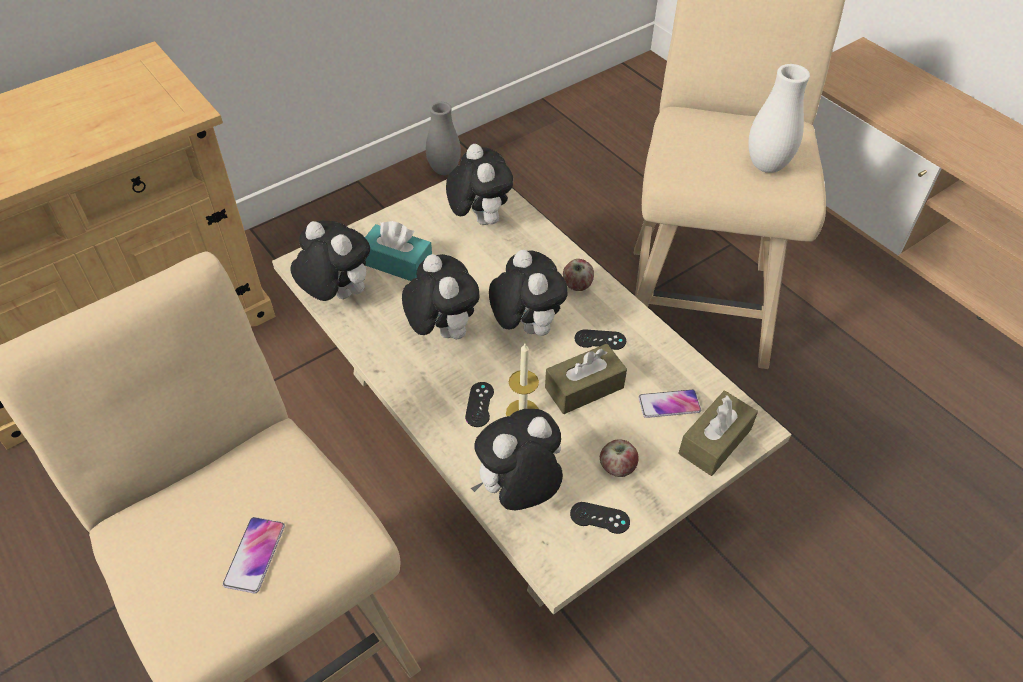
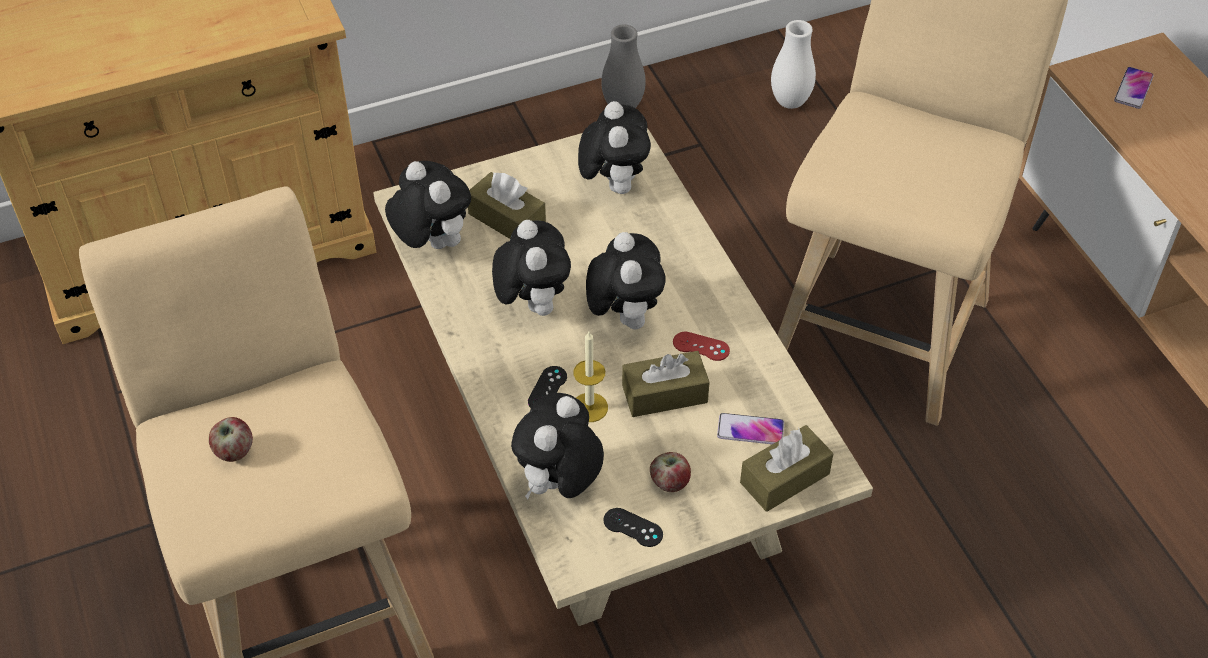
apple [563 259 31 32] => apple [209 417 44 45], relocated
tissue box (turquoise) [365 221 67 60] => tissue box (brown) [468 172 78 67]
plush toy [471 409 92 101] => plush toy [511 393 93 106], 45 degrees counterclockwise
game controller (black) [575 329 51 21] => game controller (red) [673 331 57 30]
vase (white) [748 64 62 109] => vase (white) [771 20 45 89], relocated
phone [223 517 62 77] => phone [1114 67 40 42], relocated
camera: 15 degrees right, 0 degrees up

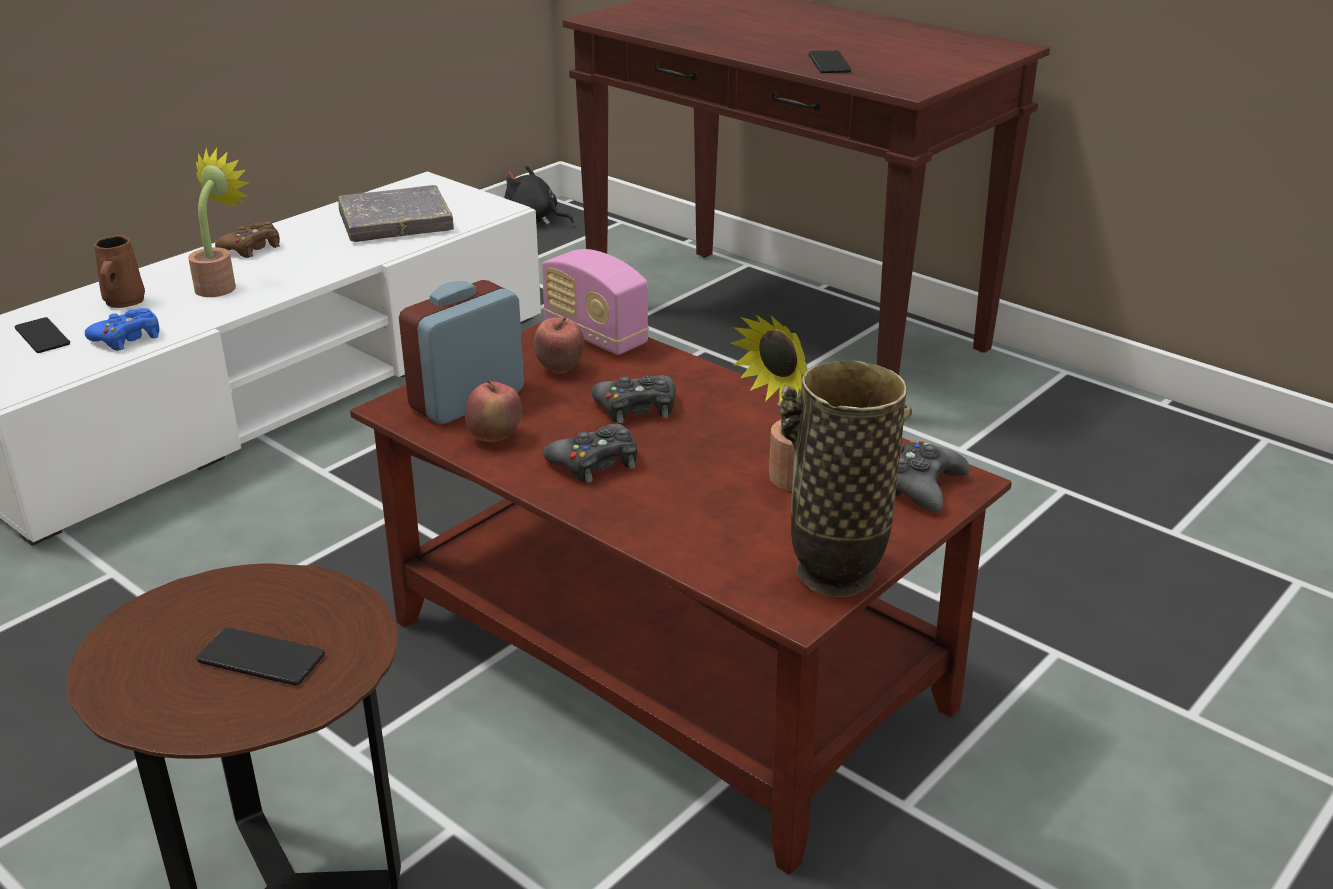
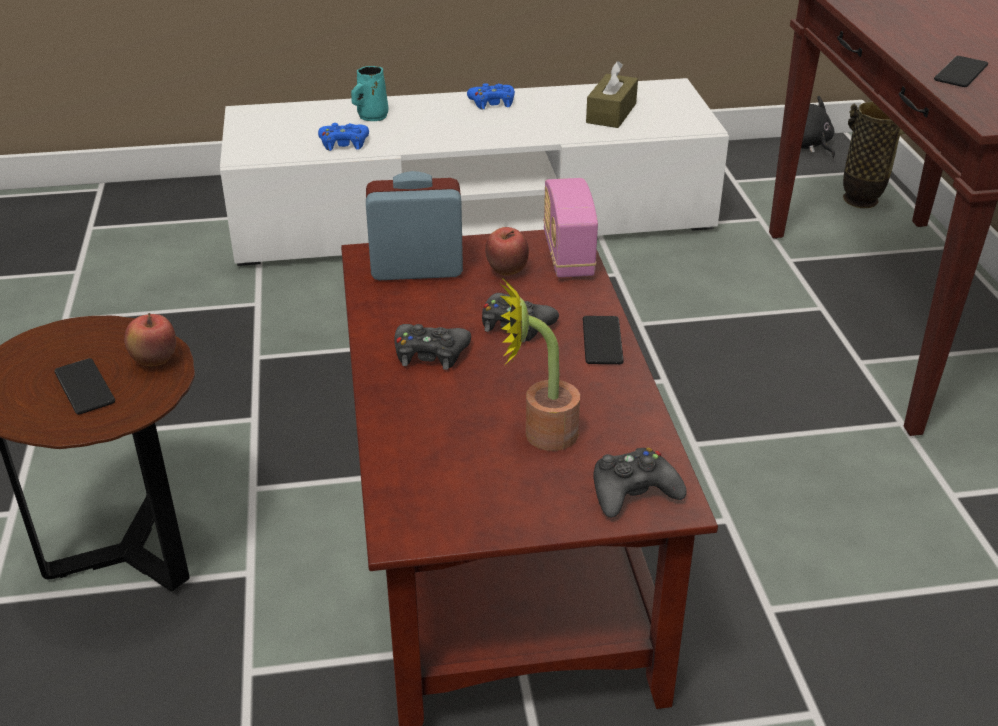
apple [465 380 57 62] => apple [124 313 52 53], relocated
mug (brown) [94 235 51 73] => mug (turquoise) [351 66 37 55]
game controller (brown) [215 221 65 37] => game controller (blue) [467 83 48 26]
phone [15 317 55 36] => phone [583 316 41 48], relocated
book (grey) [338 185 116 57] => tissue box (brown) [586 61 52 67]
vase [778 361 134 236] => vase [843 102 62 106], relocated
potted plant [188 148 61 149] => nothing
camera: 40 degrees right, 5 degrees up

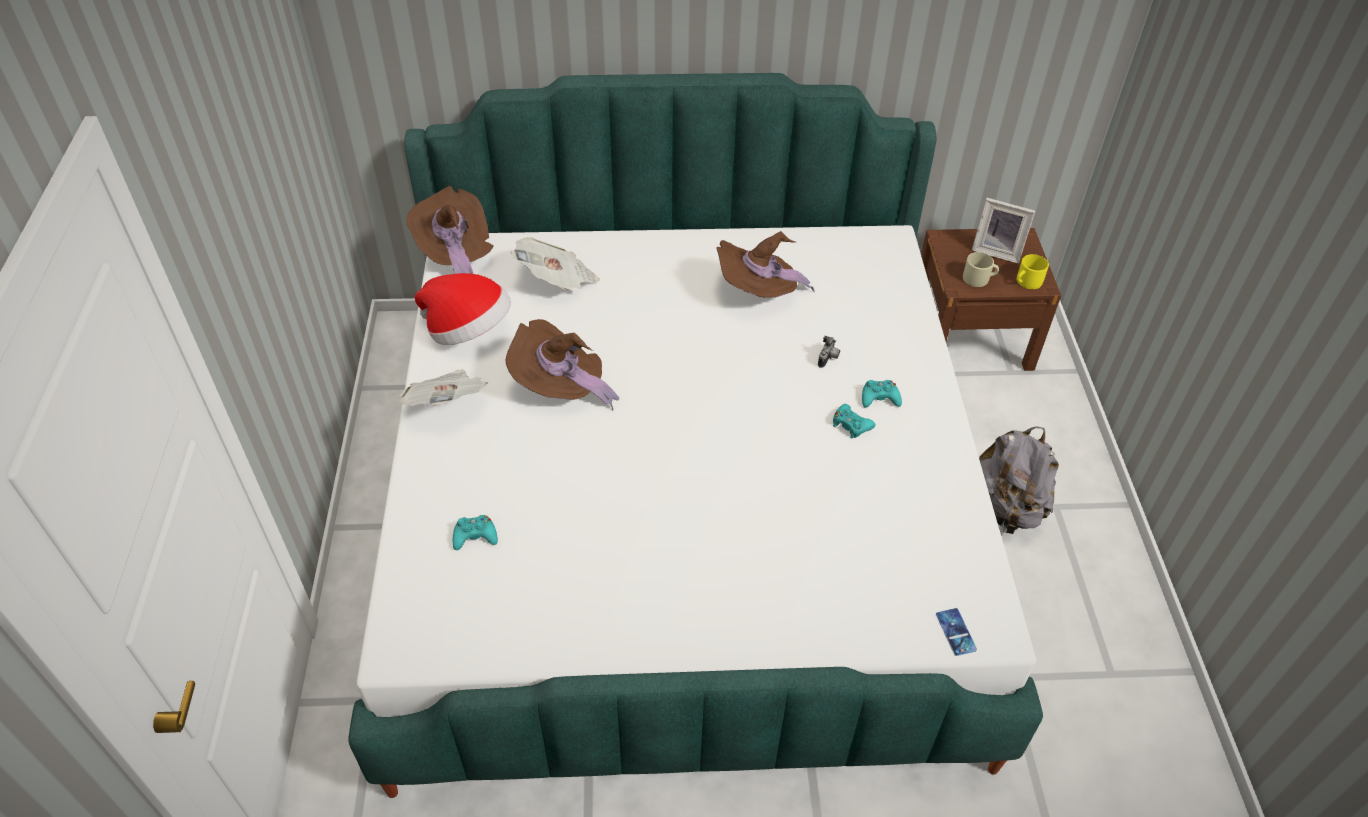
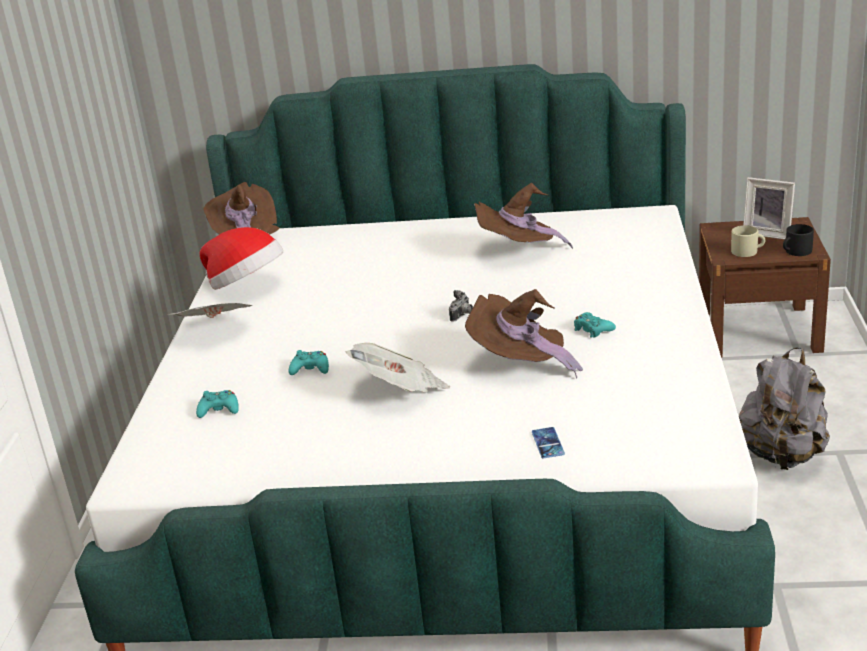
game controller (turquoise) [862 380 40 27] => game controller (turquoise) [289 350 40 25], relocated
newspaper [511 237 89 53] => newspaper [346 343 105 50], relocated
photo camera [818 336 22 32] => photo camera [449 290 24 32], relocated
hat (brown) [505 319 115 92] => hat (brown) [465 289 118 90], relocated
phone [936 608 41 48] => phone [532 427 33 31], relocated
mug (yellow) [1016 254 33 35] => mug (black) [783 224 31 32]
camera: 10 degrees right, 20 degrees down

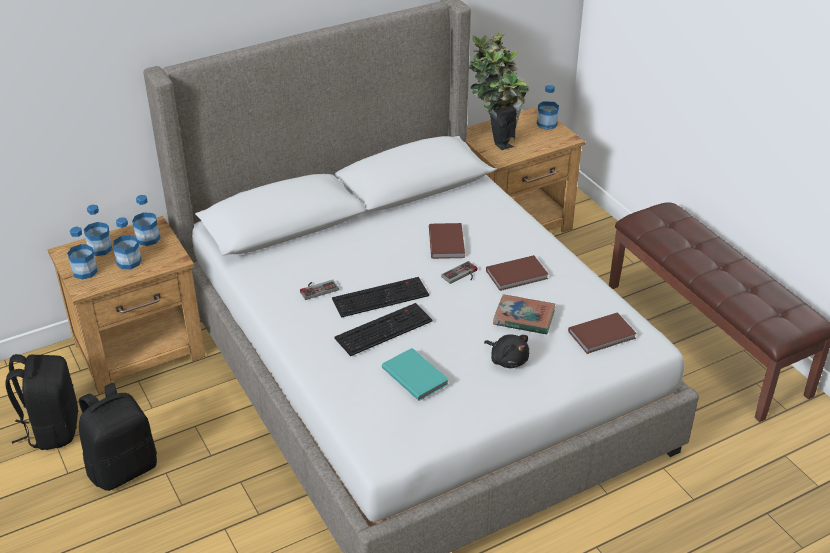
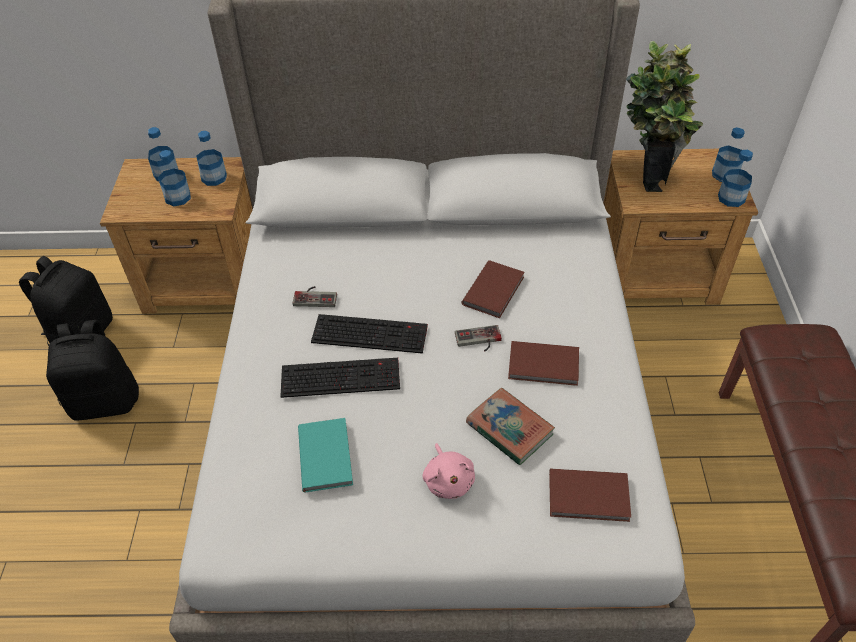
plush toy (black) [484 334 45 34] => plush toy (pink) [423 443 52 56]
bottle [67 227 31 52] => bottle [718 150 35 57], relocated
camera: 30 degrees right, 10 degrees up

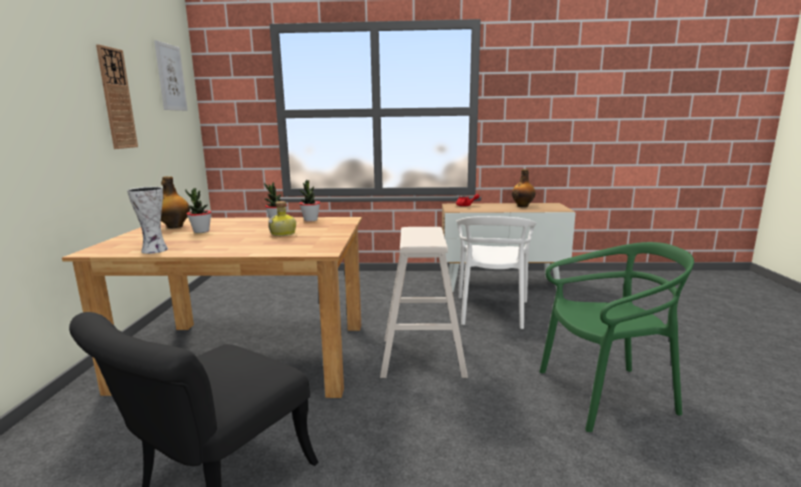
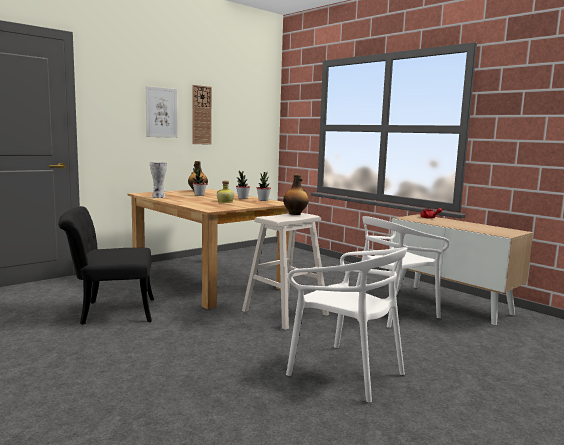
picture [154 40 34 71] => picture [146 86 31 52], relocated
bottle [512 169 24 38] => bottle [283 174 26 41], relocated
chair (green) [539 242 155 190] => chair (white) [286 247 121 156]
camera: 45 degrees right, 5 degrees down

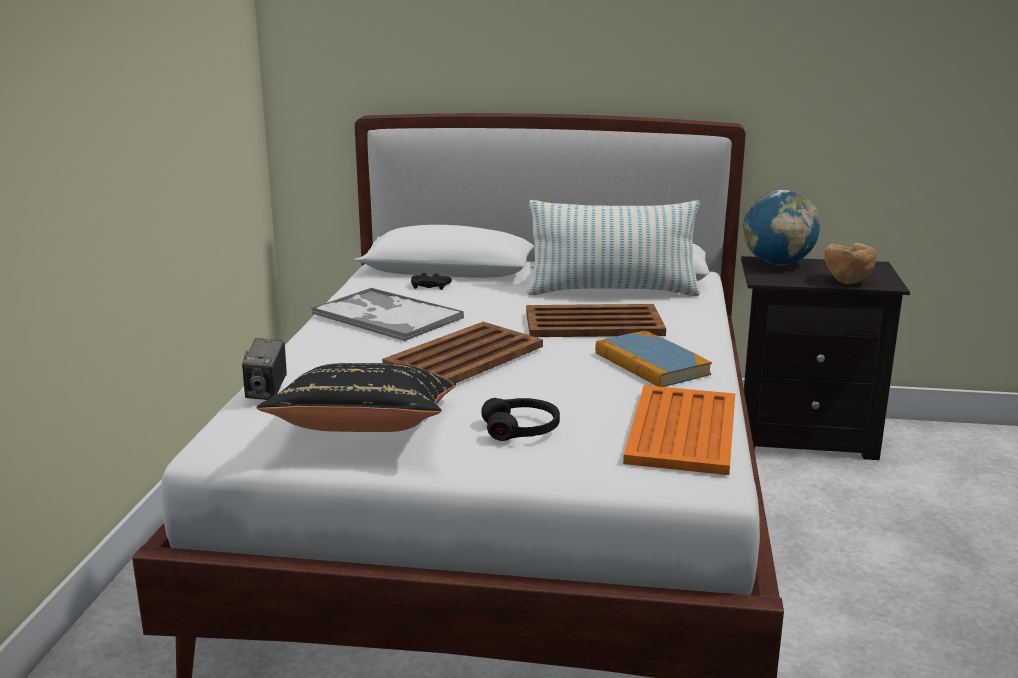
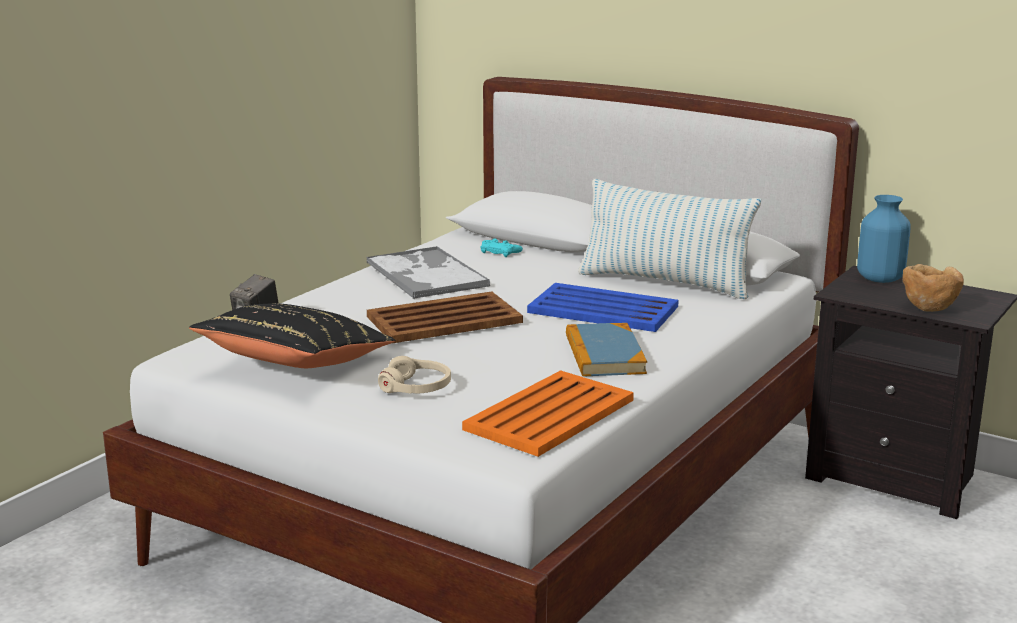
headphones (black) [481 398 79 43] => headphones (beige) [378 356 73 38]
game controller (black) [411 273 41 17] => game controller (turquoise) [480 239 43 18]
tray (brown) [526 304 140 33] => tray (blue) [527 283 152 49]
globe [743 190 77 75] => vase (blue) [857 195 54 88]
camera: 25 degrees right, 0 degrees up

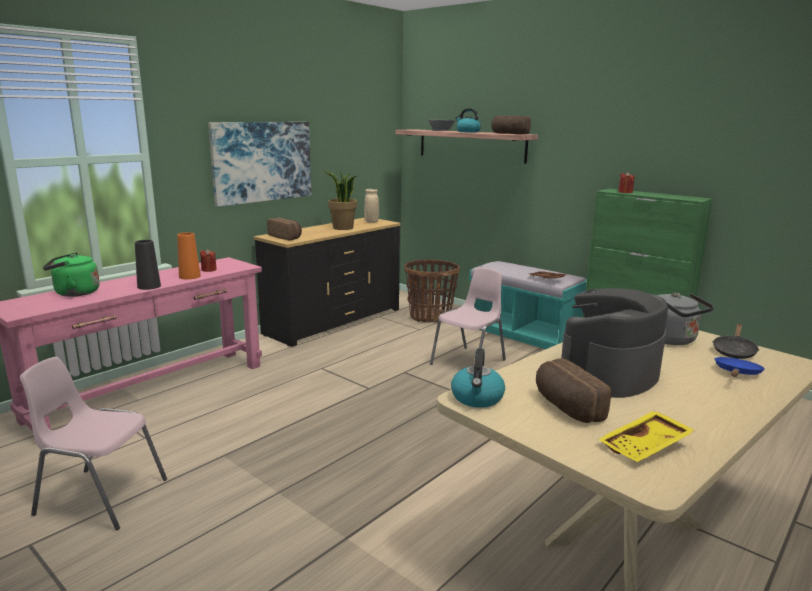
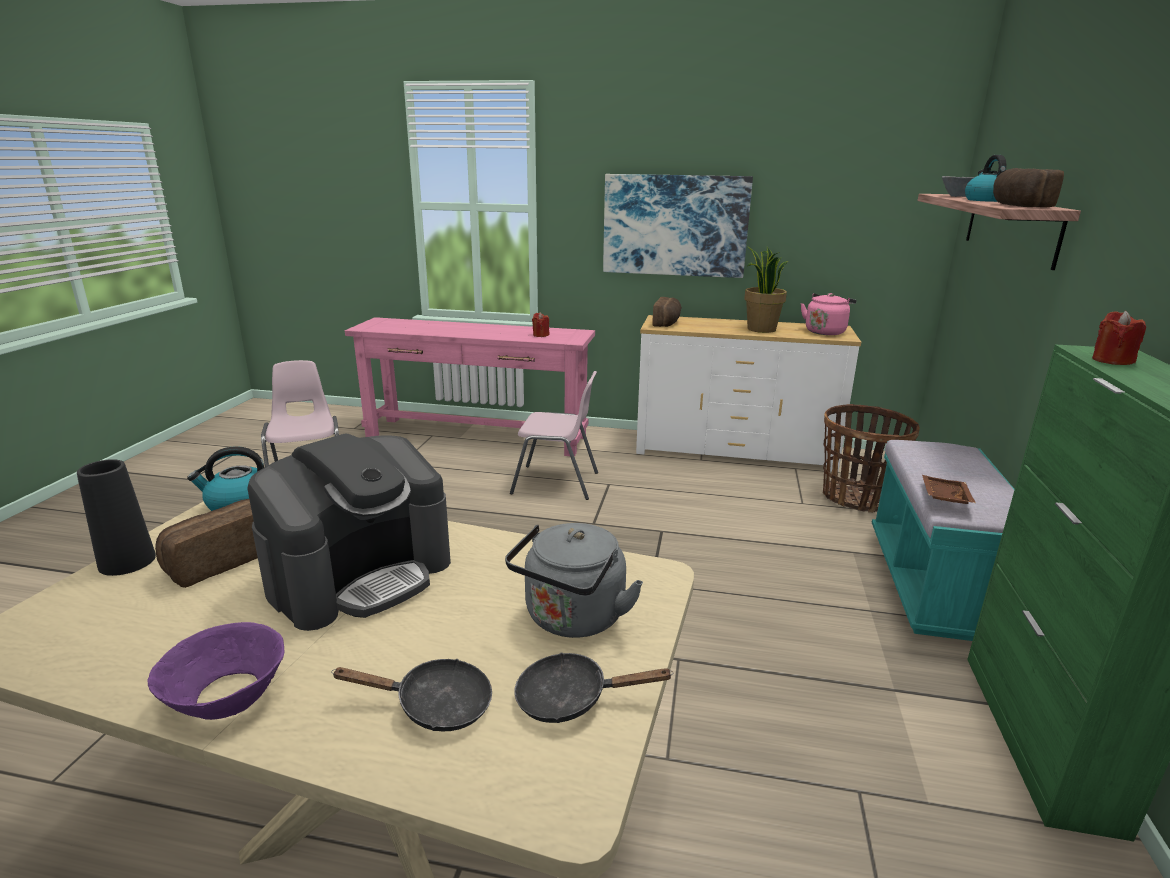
vase (black) [135 240 26 50] => vase (black) [77 459 79 117], relocated
nothing => bowl (purple) [148 622 136 98]
coffee machine [561 288 107 110] => coffee machine [247 433 204 198], 120 degrees clockwise
frying pan (blue) [715 357 50 20] => frying pan (black) [331 659 161 73]
chair (pink) [430 268 76 97] => chair (pink) [510 371 88 129], relocated
dresser (black) [254 218 147 129] => dresser (white) [636 315 225 156]
vase (beige) [364 189 15 34] => kettle (pink) [801 293 56 42]
kettle (green) [43 252 57 45] => nothing
vase (orange) [177 232 24 47] => nothing
tray (yellow) [598 410 98 52] => nothing
camera: 60 degrees right, 5 degrees up

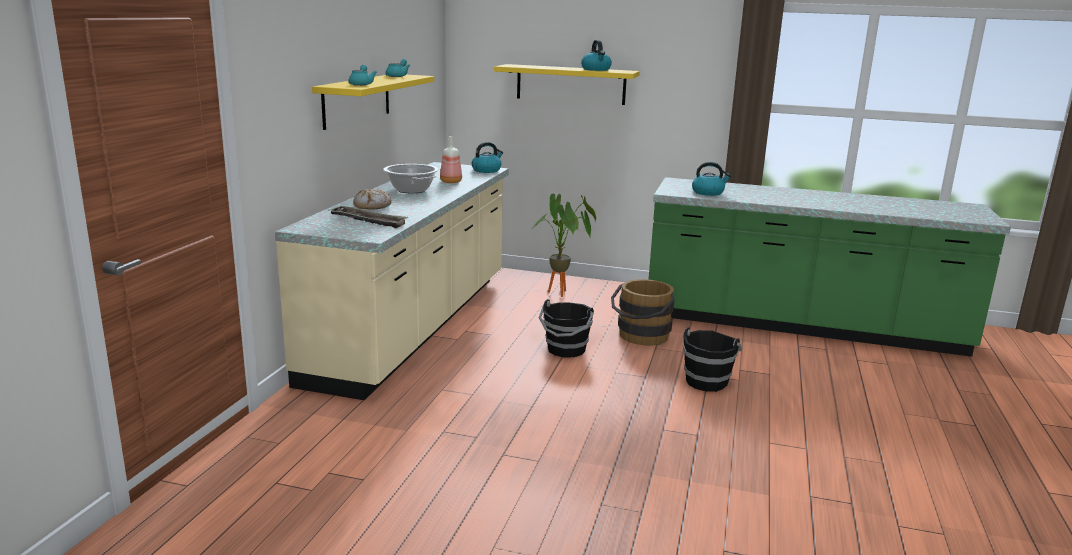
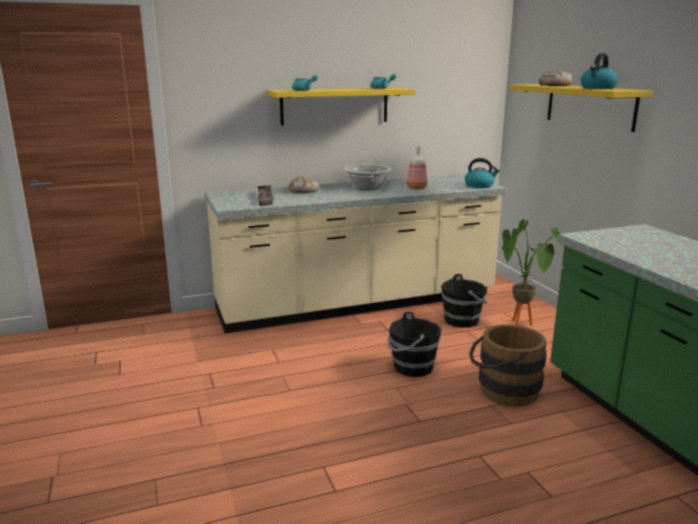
bucket (black) [683 327 59 65] => bucket (black) [441 274 46 54], relocated
nothing => bread [539 70 33 16]
kettle [692 162 39 34] => nothing
camera: 55 degrees right, 0 degrees up

